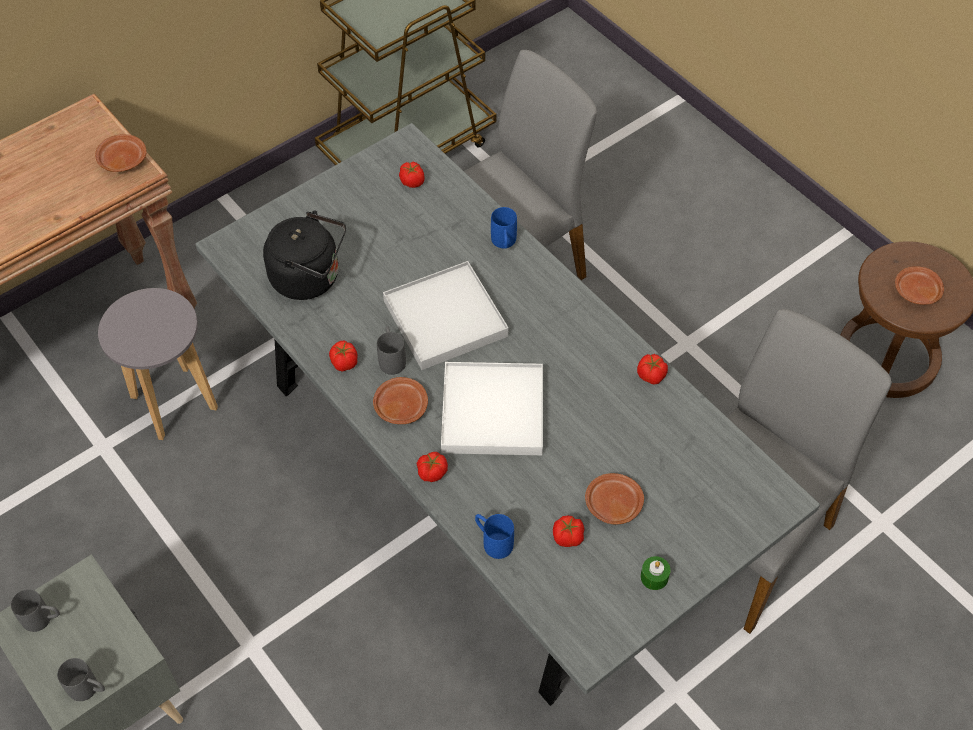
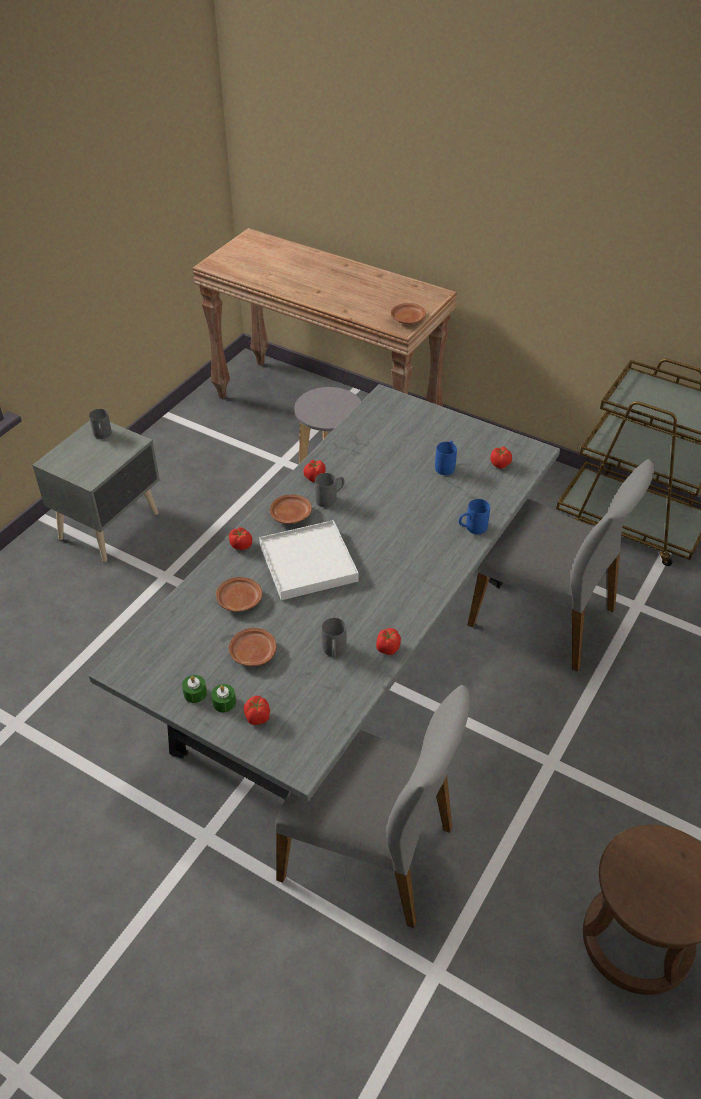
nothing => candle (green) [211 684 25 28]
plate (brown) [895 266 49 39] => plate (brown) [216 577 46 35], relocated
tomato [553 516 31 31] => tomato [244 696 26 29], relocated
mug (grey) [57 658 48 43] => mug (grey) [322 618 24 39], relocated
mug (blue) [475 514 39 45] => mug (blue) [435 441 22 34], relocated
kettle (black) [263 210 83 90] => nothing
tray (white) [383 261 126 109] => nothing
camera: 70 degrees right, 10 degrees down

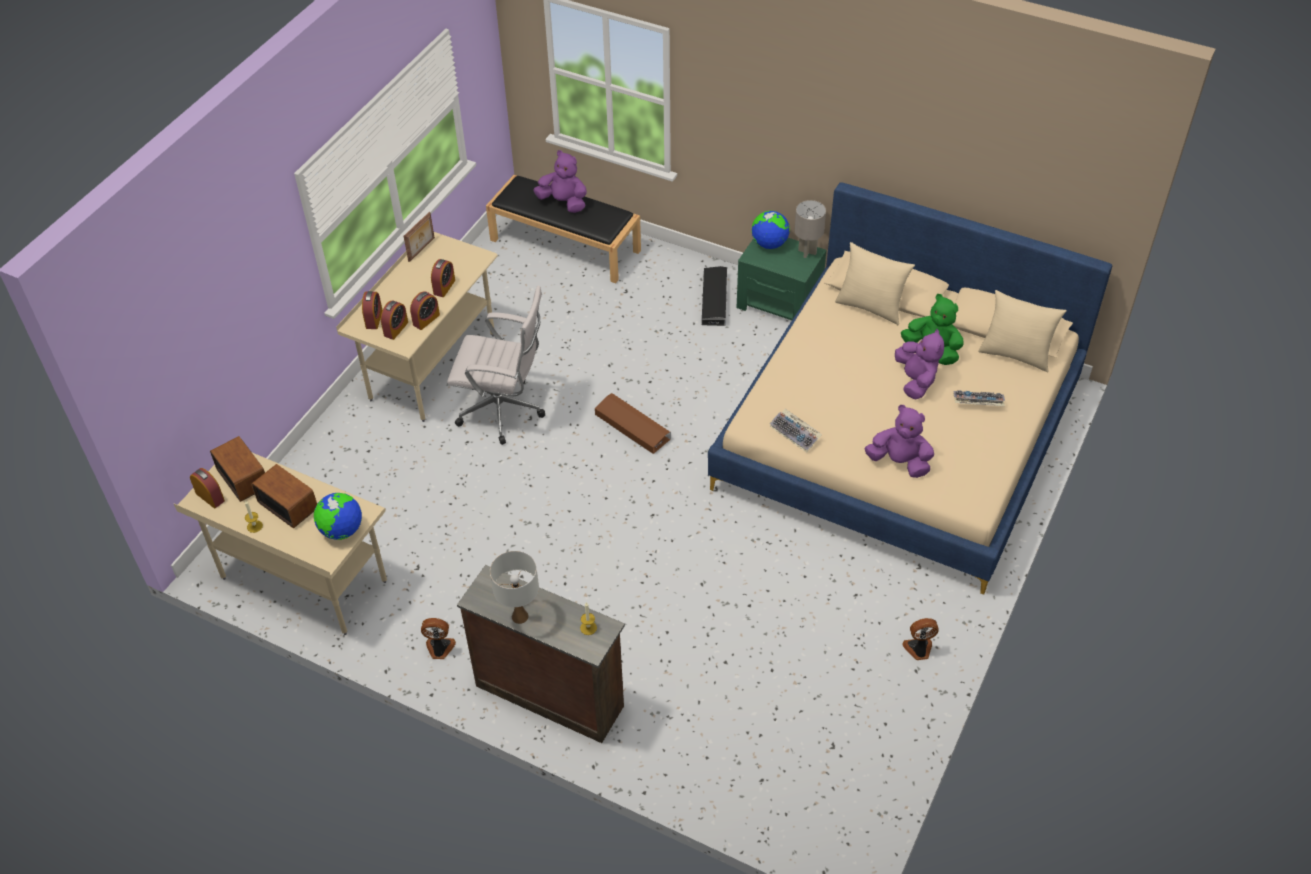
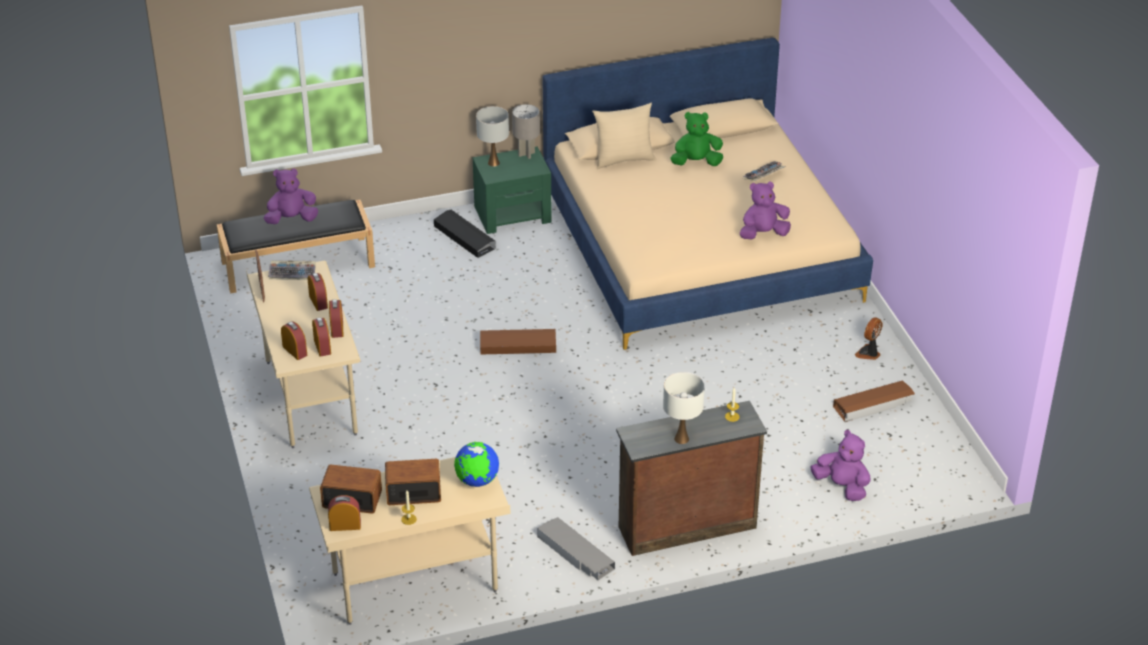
keyboard [770 409 52 43] => keyboard [268 261 48 19], relocated
globe [752 211 38 38] => table lamp (white) [476 106 33 61]
fan [421 618 35 41] => storage box (grey) [537 517 78 63]
plush toy (purple) [895 329 49 70] => plush toy (purple) [810 430 61 71], relocated
nothing => storage box (brown) [833 380 82 42]
office chair (white) [447 286 98 159] => nothing
pillow (beige) [978 290 89 82] => nothing
camera: 45 degrees left, 10 degrees down

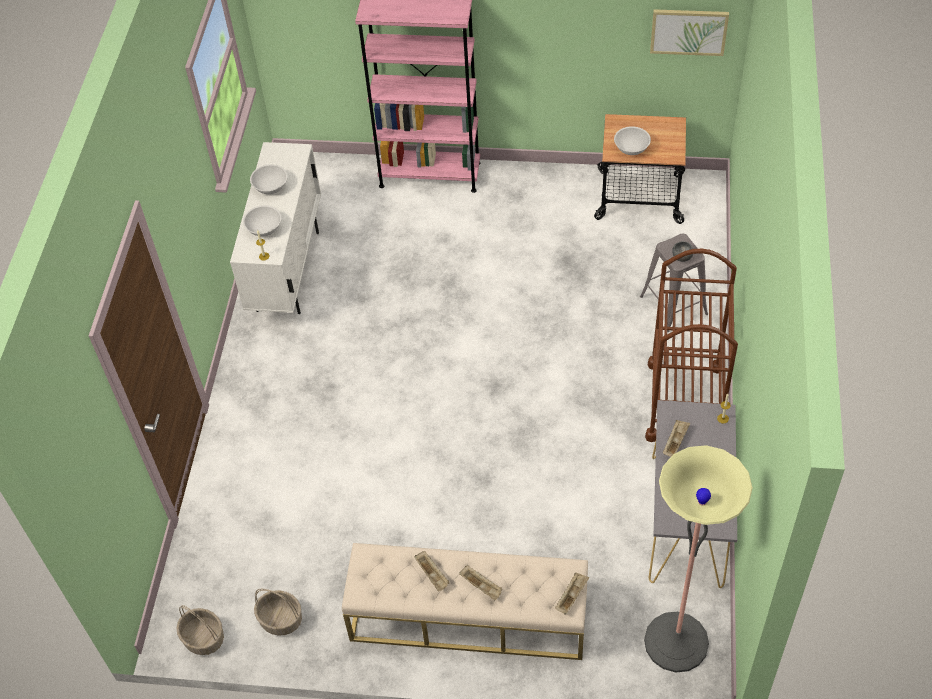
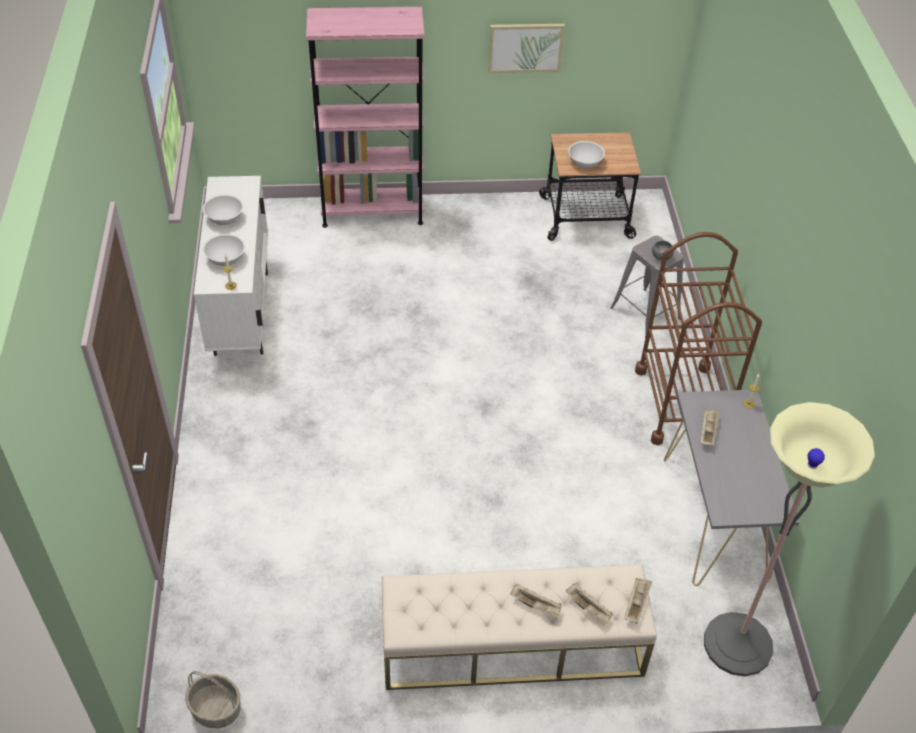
picture [650 9 79 47] => picture [488 24 77 49], relocated
tray (beige) [414 551 35 41] => tray (beige) [566 584 47 42], relocated
basket [254 589 48 47] => nothing
camera: 15 degrees left, 5 degrees down

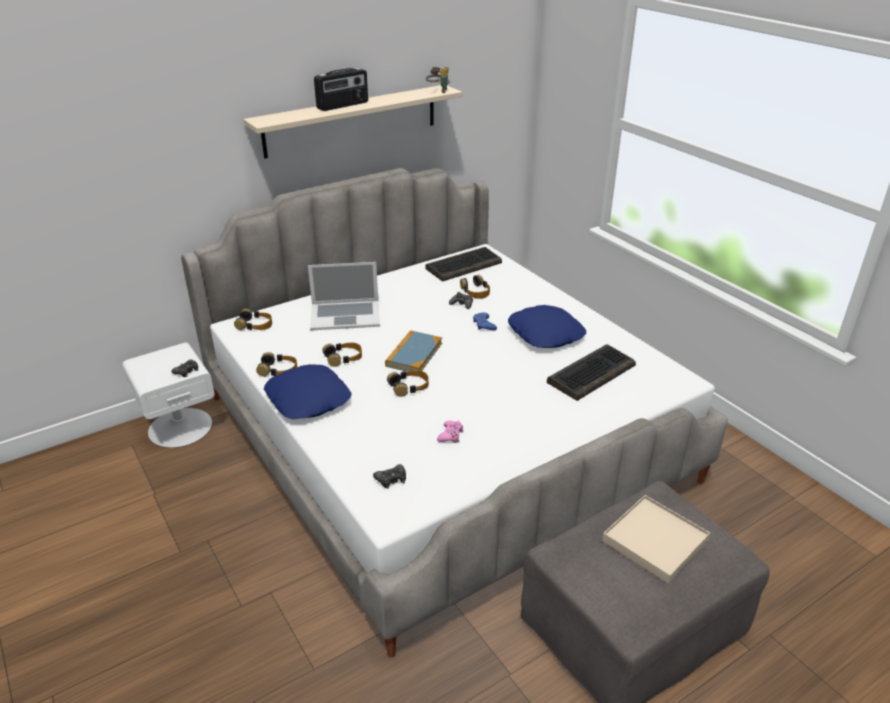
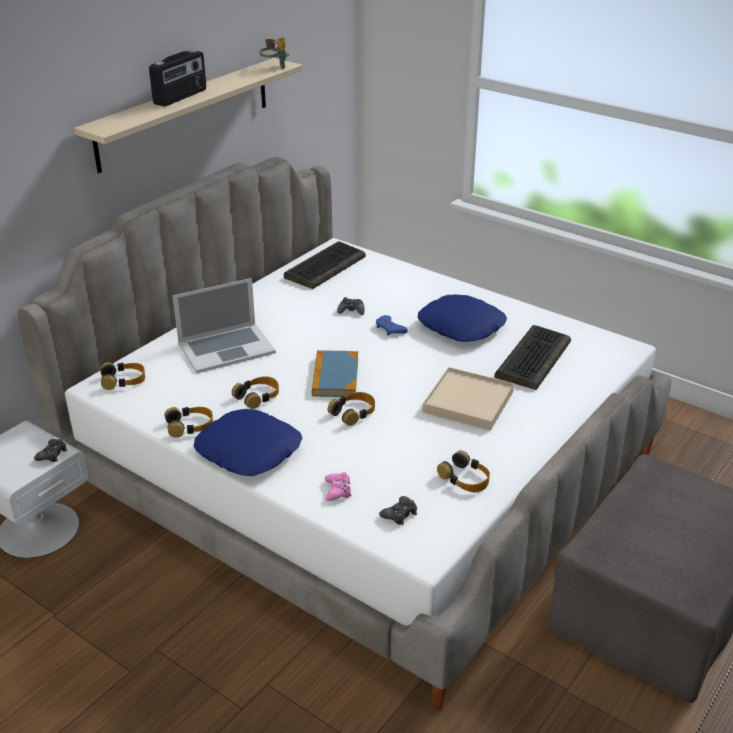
game controller (pink) [437 421 27 22] => game controller (pink) [325 472 27 29], relocated
tray (beige) [602 495 108 89] => tray (beige) [423 367 91 64], relocated
headphones [460 275 30 24] => headphones [437 450 53 42], relocated
camera: 20 degrees left, 0 degrees up

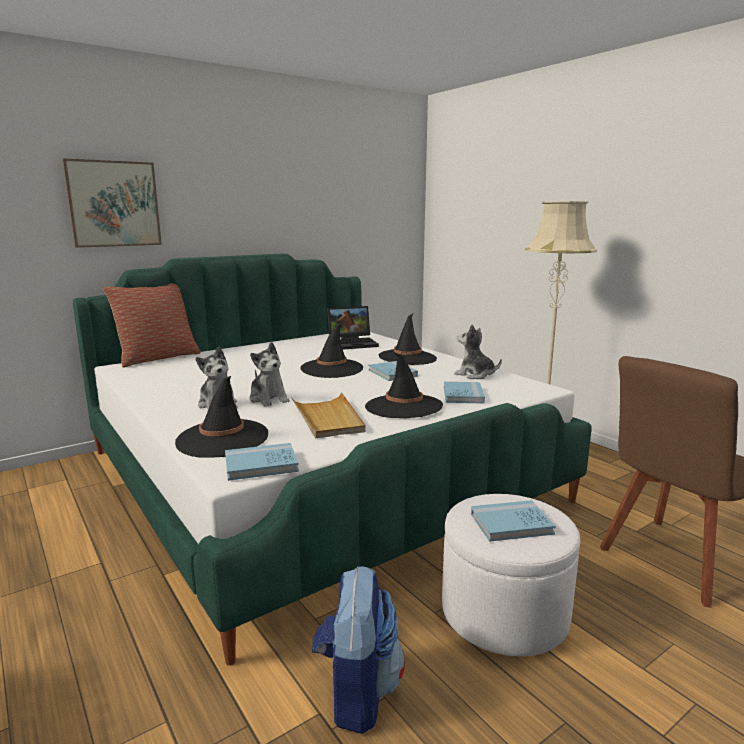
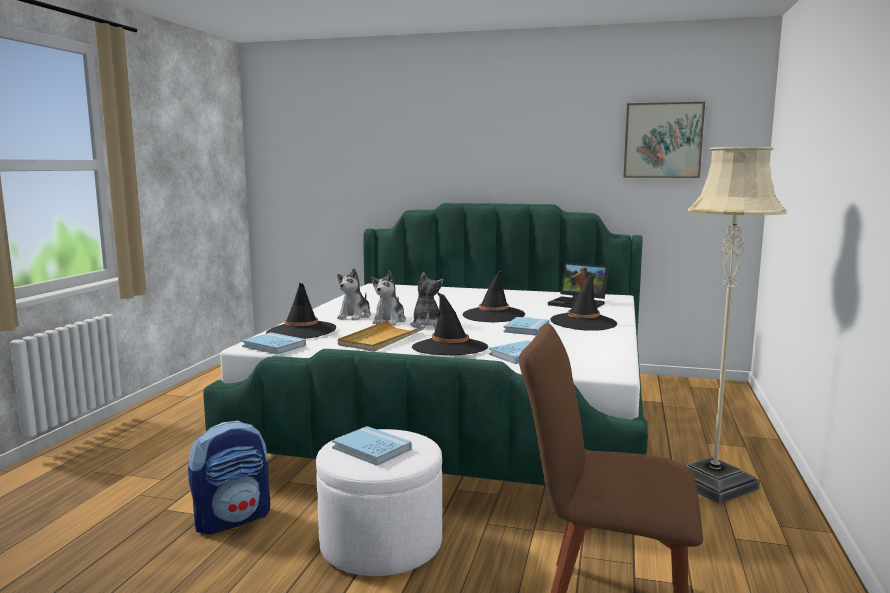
plush toy [454 324 48 55] => plush toy [410 272 33 56], relocated
picture [62 158 100 90] => picture [623 102 82 76], relocated
pillow [103 283 98 85] => nothing
camera: 50 degrees right, 5 degrees down

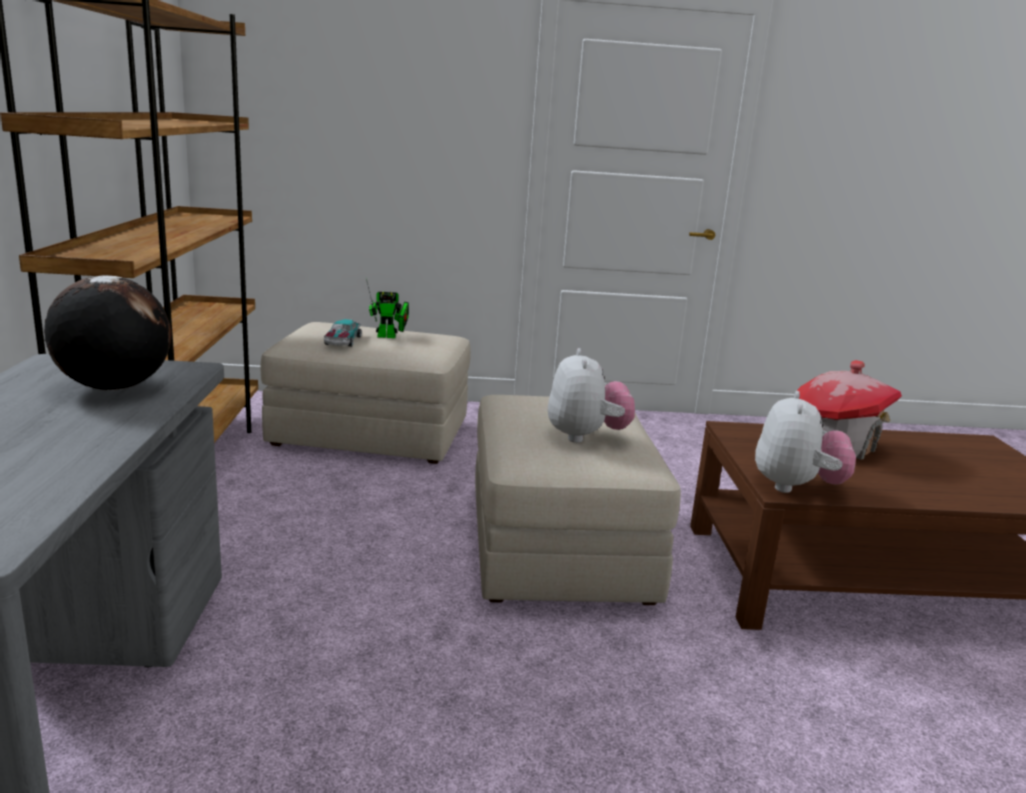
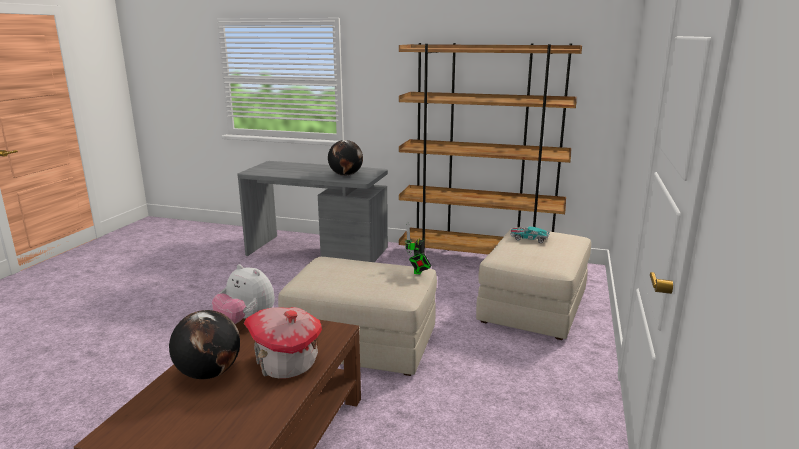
nothing => globe [169 310 71 69]
toy robot [366 278 43 60] => toy robot [405 221 26 53], relocated
plush toy [548 348 87 95] => nothing
camera: 110 degrees right, 0 degrees up

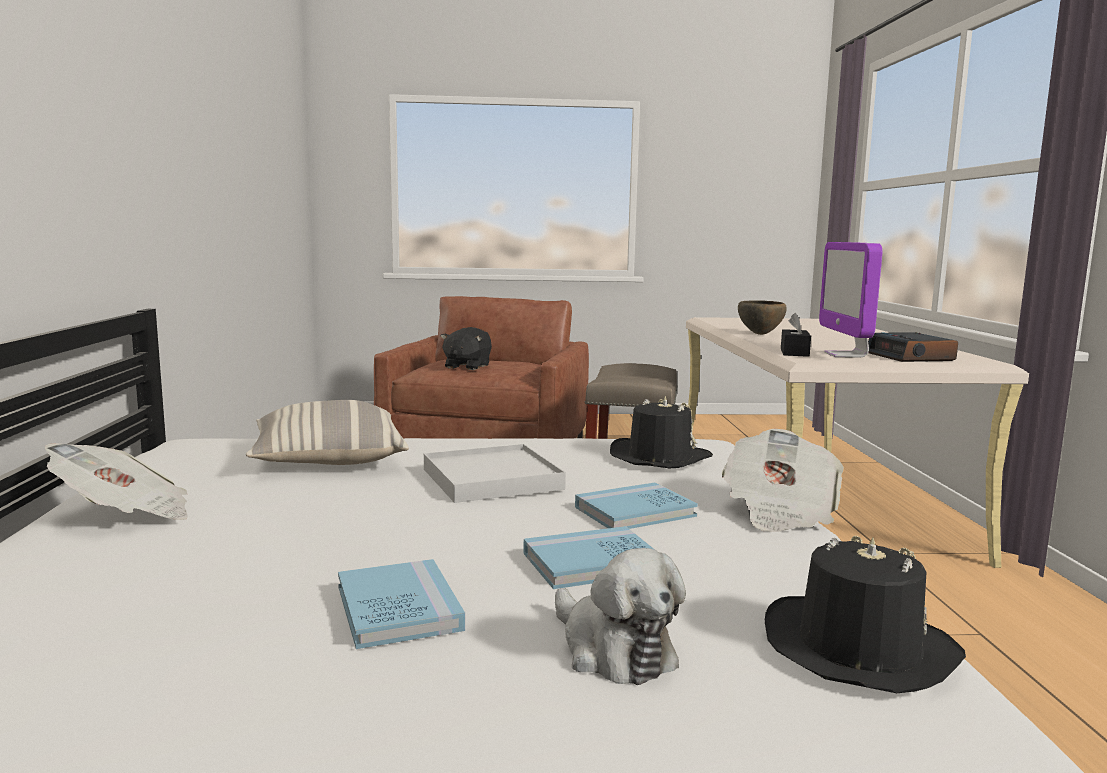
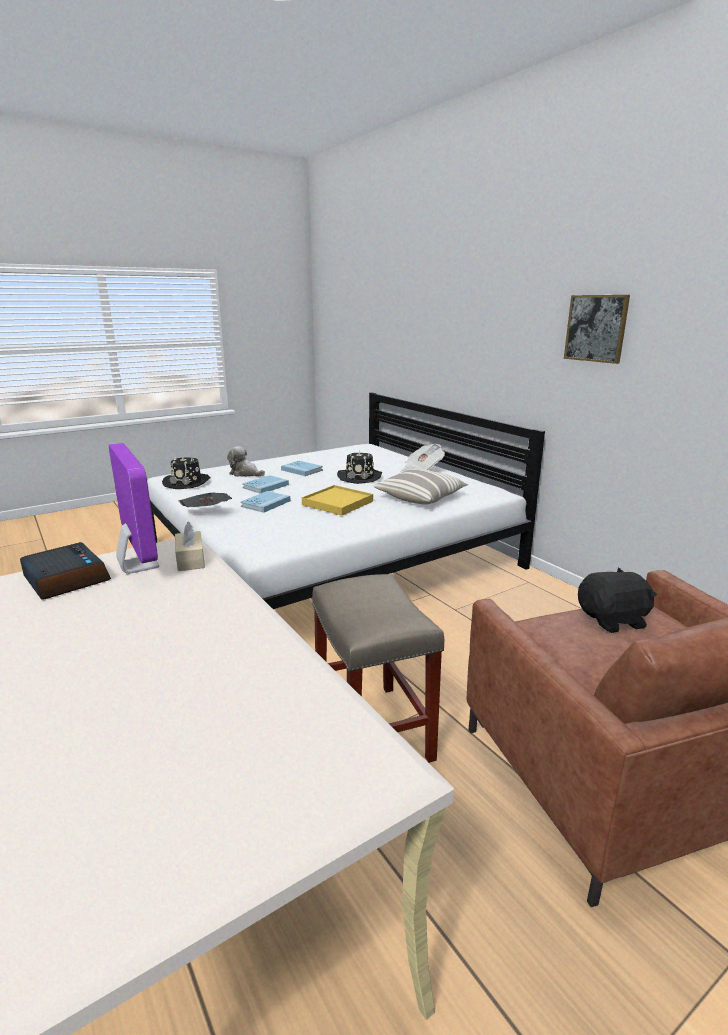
tissue box (black) [781 313 30 44] => tissue box (beige) [175 522 30 49]
tray (white) [424 444 142 59] => tray (yellow) [302 485 71 31]
hat (black) [610 396 103 72] => hat (black) [337 451 45 33], relocated
nothing => picture [564 295 66 69]
plush toy (black) [441 327 51 43] => plush toy (black) [578 568 79 65], 90 degrees clockwise
bowl (brown) [738 300 49 35] => nothing
camera: 150 degrees right, 10 degrees up

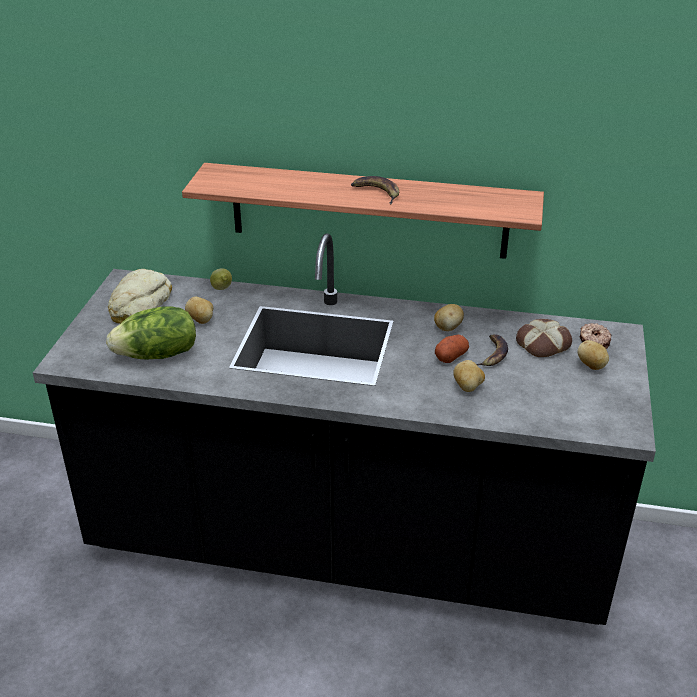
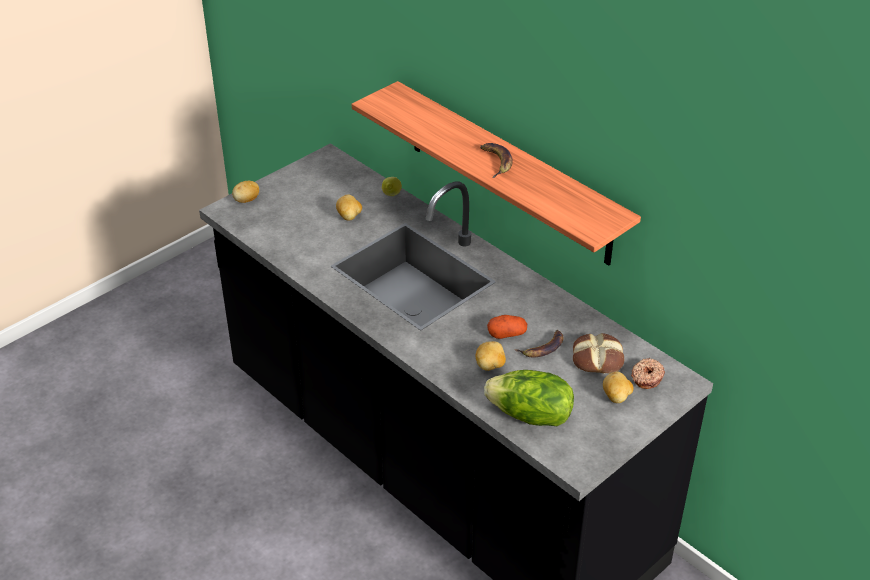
potato [434 304 30 27] => potato [232 181 27 22], relocated
lettuce [106 306 90 53] => lettuce [484 370 90 56], relocated
bread [108 269 64 55] => nothing
camera: 35 degrees right, 5 degrees up

